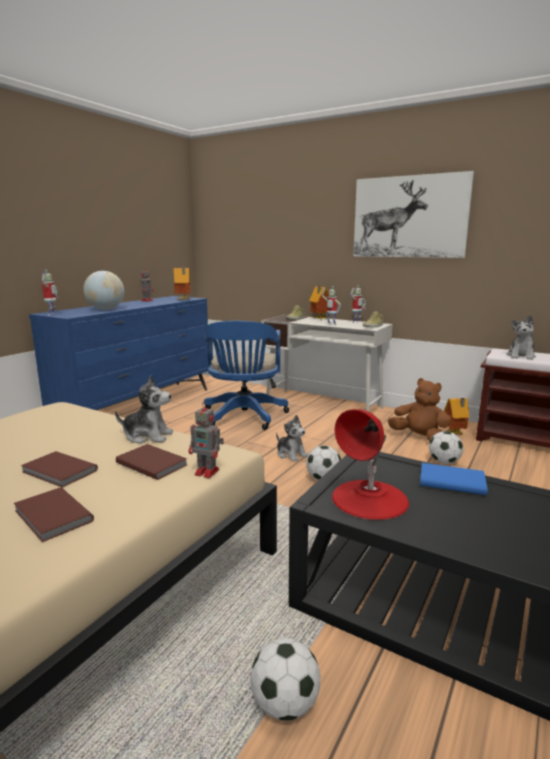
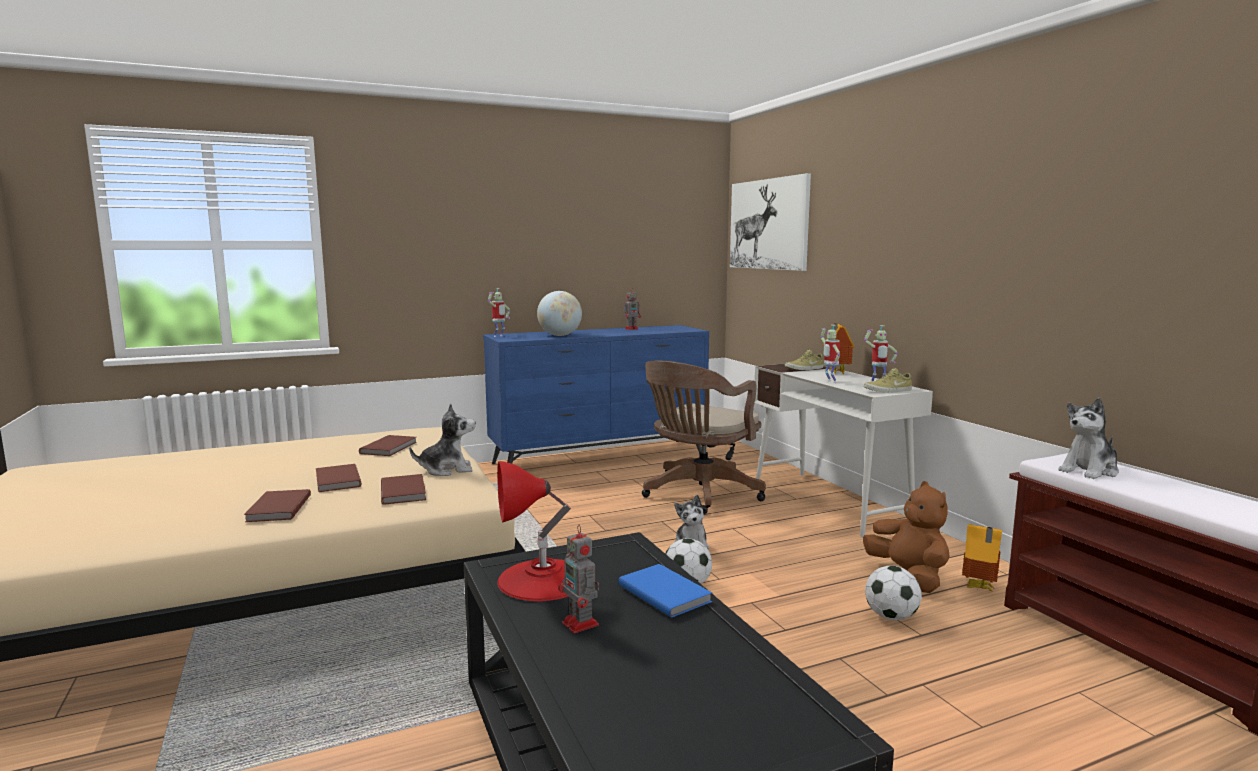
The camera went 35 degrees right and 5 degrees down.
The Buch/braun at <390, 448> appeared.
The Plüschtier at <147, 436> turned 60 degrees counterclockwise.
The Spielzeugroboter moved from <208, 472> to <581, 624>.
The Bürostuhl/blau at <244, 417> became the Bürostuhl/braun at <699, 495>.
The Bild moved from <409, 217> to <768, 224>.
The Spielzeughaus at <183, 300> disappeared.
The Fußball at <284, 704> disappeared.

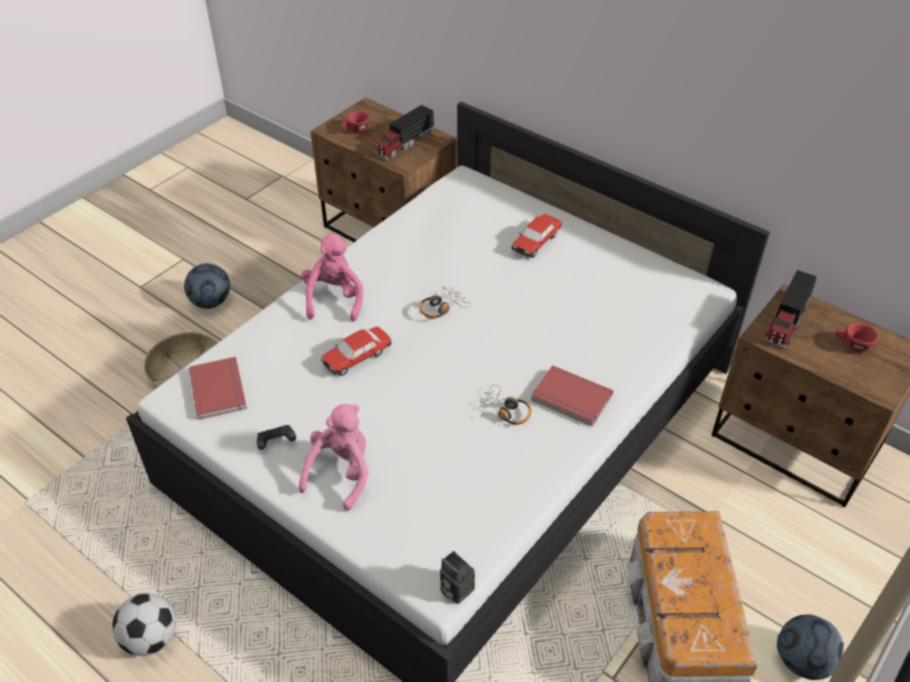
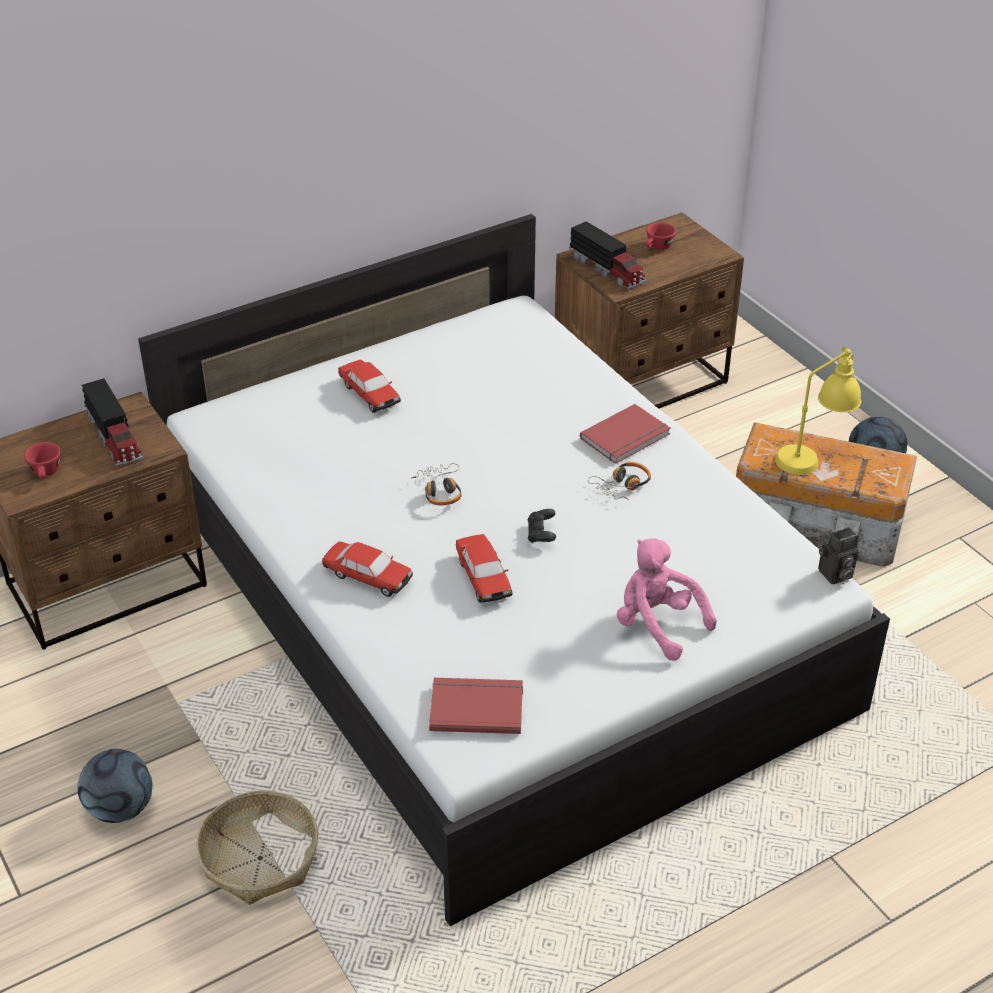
The camera went 70 degrees left and 5 degrees down.
The Plüschtier/rosa at <334, 299> was replaced by the Spielzeugauto at <367, 576>.
The Gamepad/schwarz moved from <276, 442> to <541, 534>.
The Tischlampe/gelb at <813, 456> appeared.
The Fußball at <151, 639> disappeared.

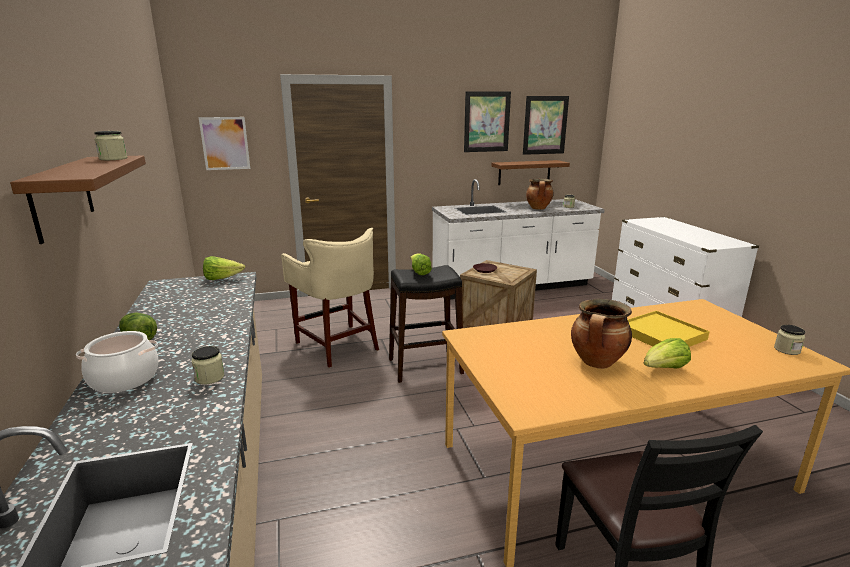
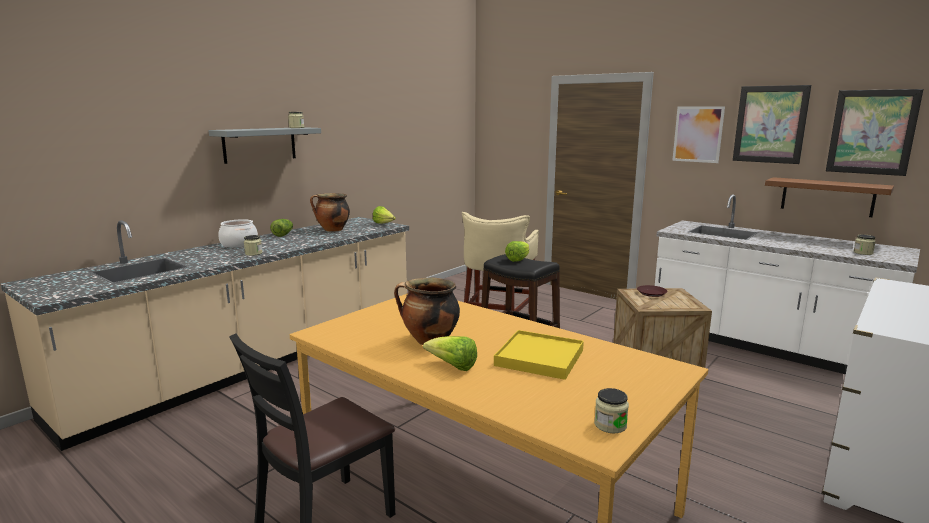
The camera went 55 degrees right and 5 degrees down.
The Wandregal/braun at <62, 196> became the Wandregal/grau at <260, 144>.
The Kochtopf moved from <538, 208> to <332, 230>.
The Bild moved from <225, 143> to <698, 134>.

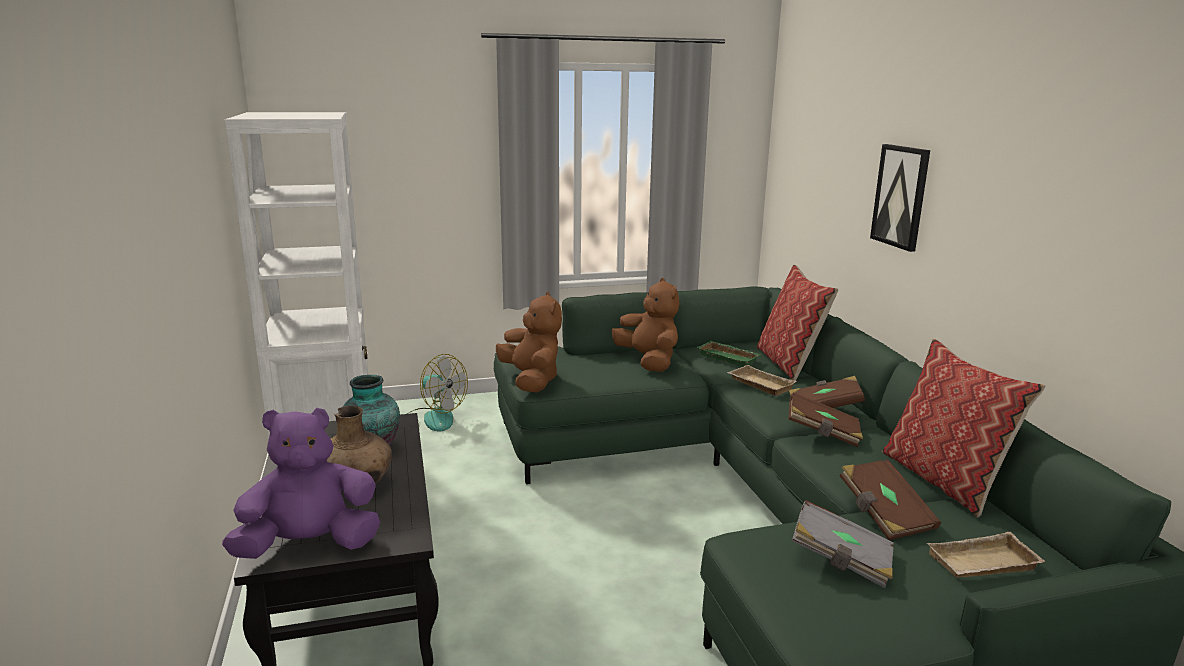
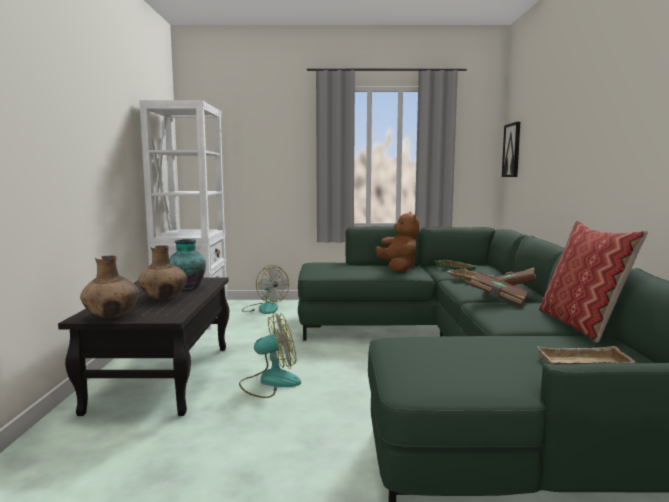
The camera went 15 degrees right and 10 degrees down.
The Plüschtier/lila at <310, 546> was replaced by the Vase/braun at <112, 316>.
The Ventilator at <270, 382> appeared.
The Bild moved from <901, 196> to <512, 150>.
The Plüschtier/braun at <531, 380> disappeared.
The Kissen at <789, 364> disappeared.
The Buch/grau at <841, 561> disappeared.
The Buch/braun at <884, 515> disappeared.

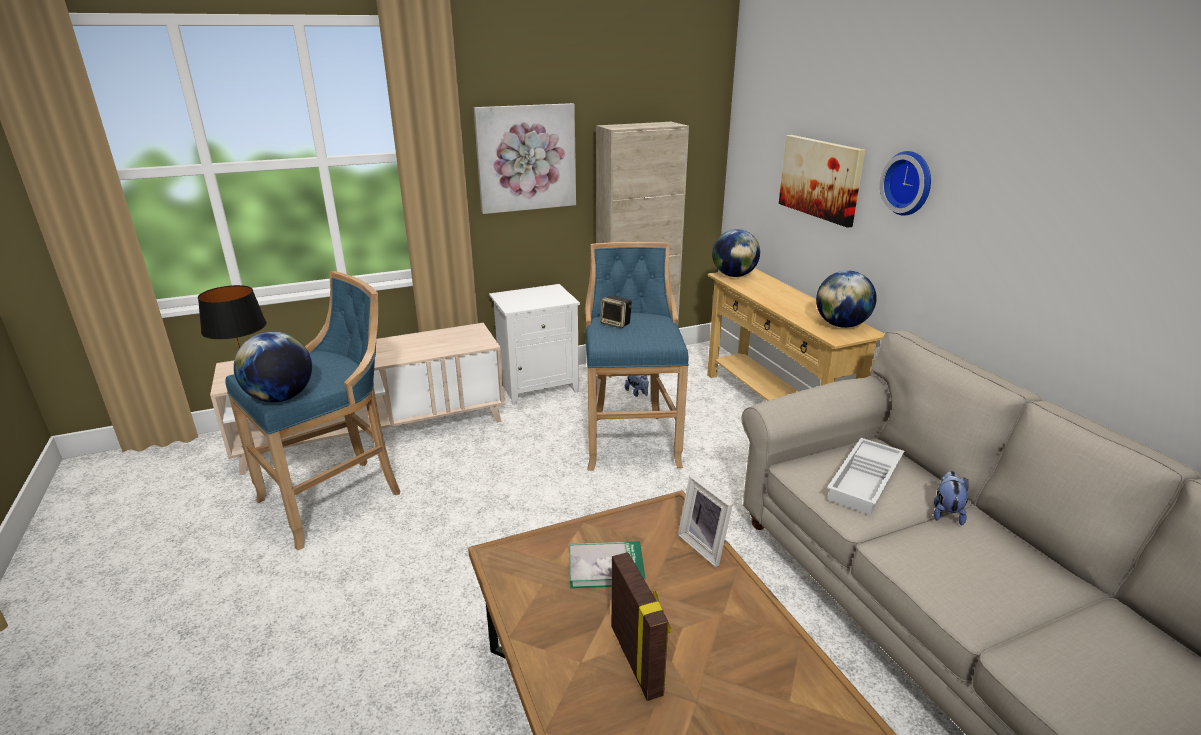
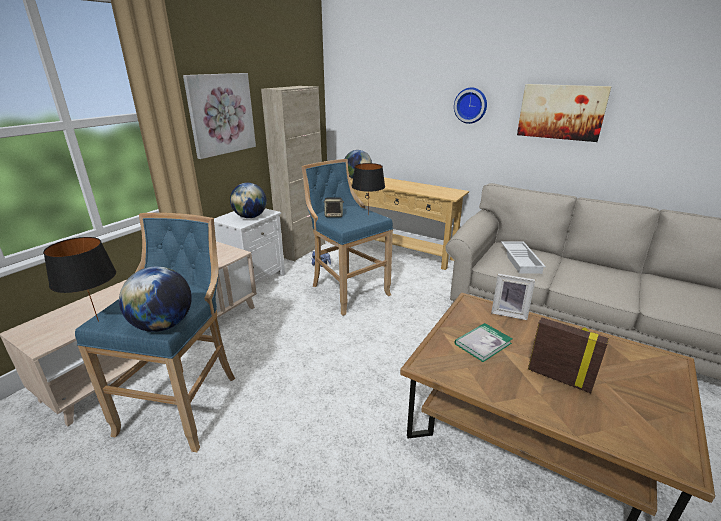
The camera went 35 degrees left and 0 degrees up.
The Globus moved from <841, 325> to <250, 217>.
The Tischlampe/schwarz at <367, 215> appeared.
The Bild moved from <820, 178> to <561, 112>.
The Plüschtier at <946, 512> disappeared.

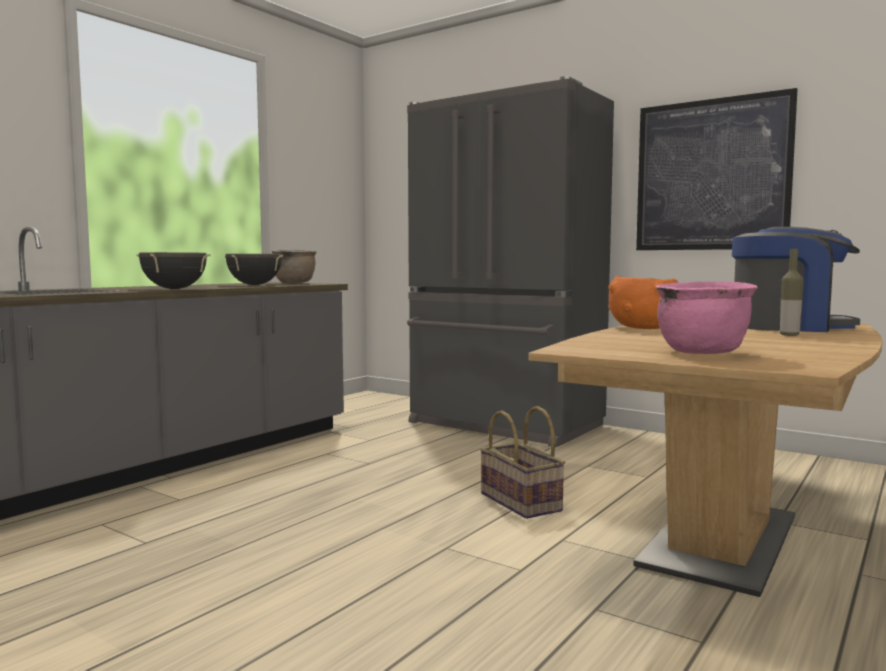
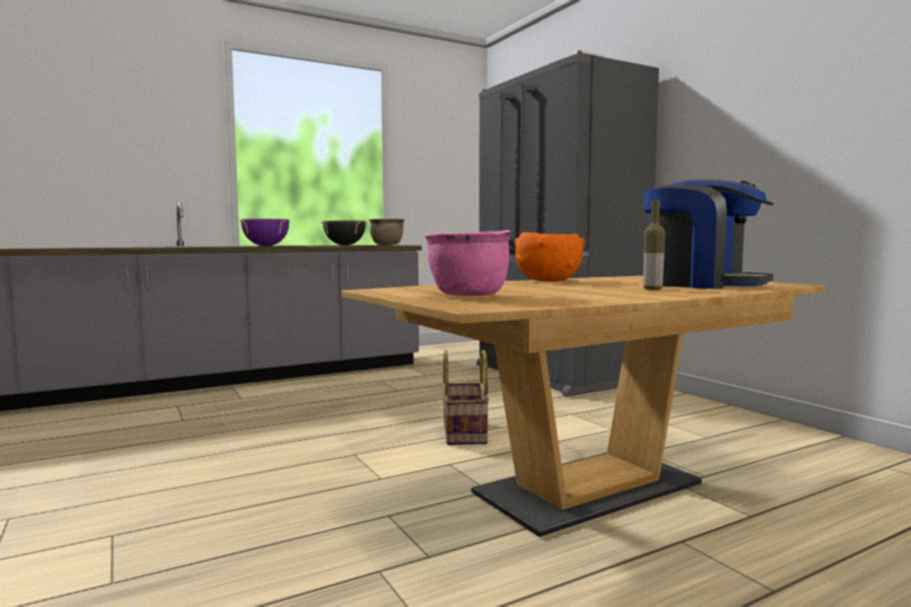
The camera went 25 degrees right and 0 degrees up.
The Kochtopf/schwarz at <174, 289> became the Kochtopf/lila at <266, 246>.
The Bild at <711, 175> disappeared.

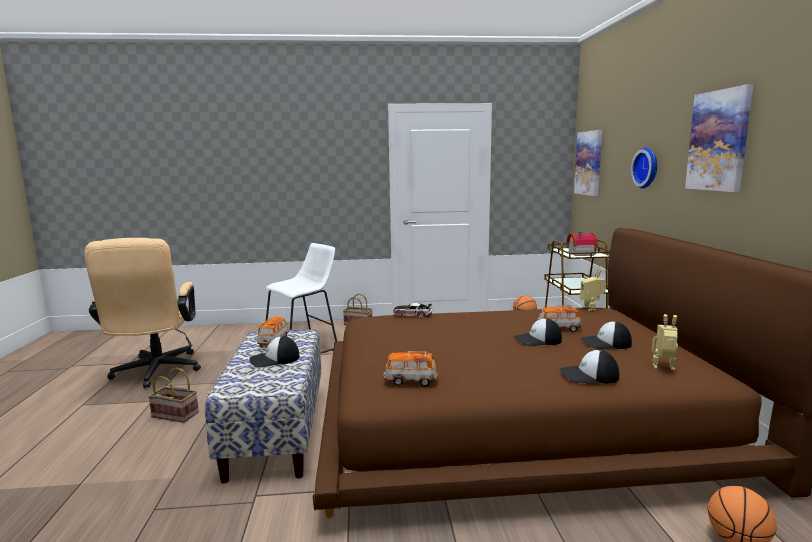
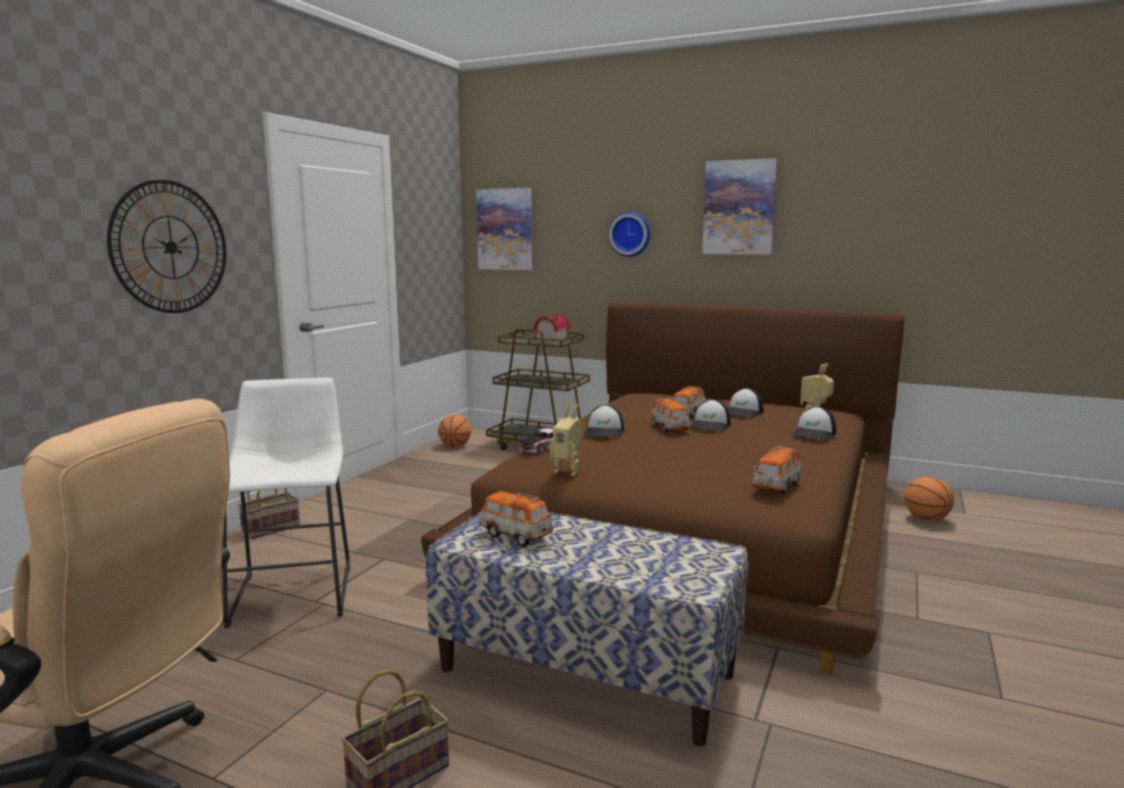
The camera went 60 degrees left and 0 degrees up.
The Wanduhr at <170, 247> appeared.
The Spielzeugroboter moved from <591, 308> to <568, 471>.
The Kappe moved from <274, 359> to <604, 432>.
The Spielzeugauto at <670, 428> appeared.

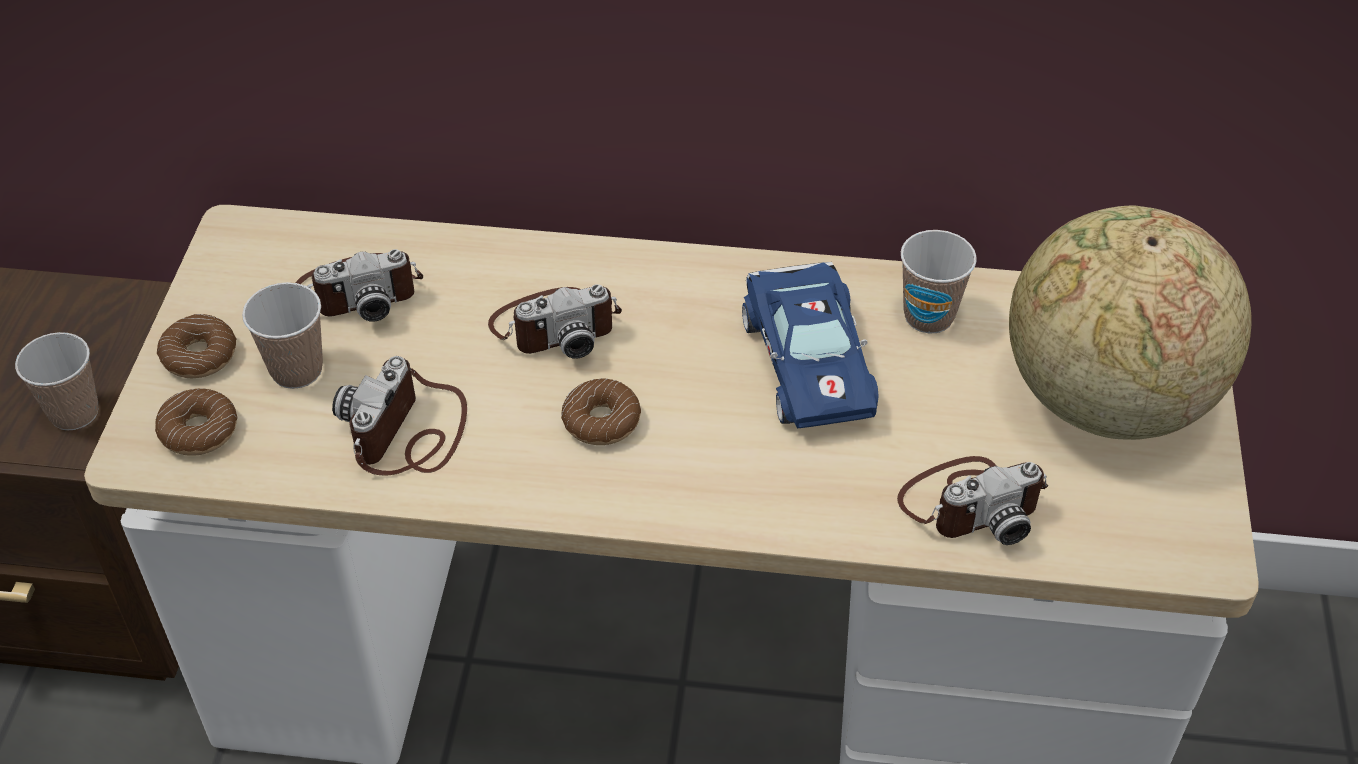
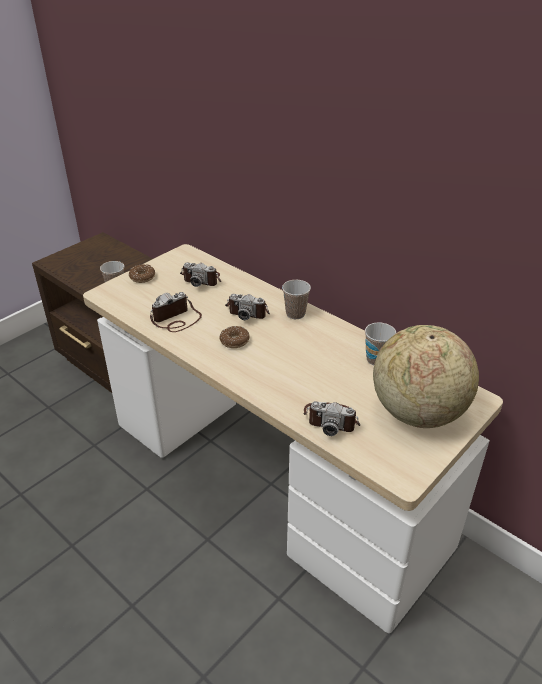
The camera went 35 degrees right and 10 degrees down.
The Tasse moved from <297, 370> to <295, 314>.
The Donut at <199, 431> disappeared.
The Spielzeugauto/blau at <808, 360> disappeared.

